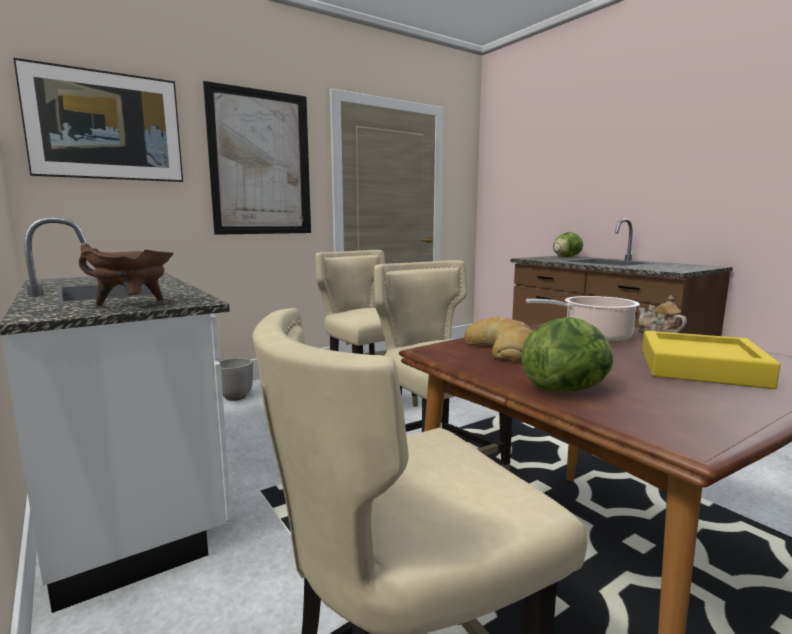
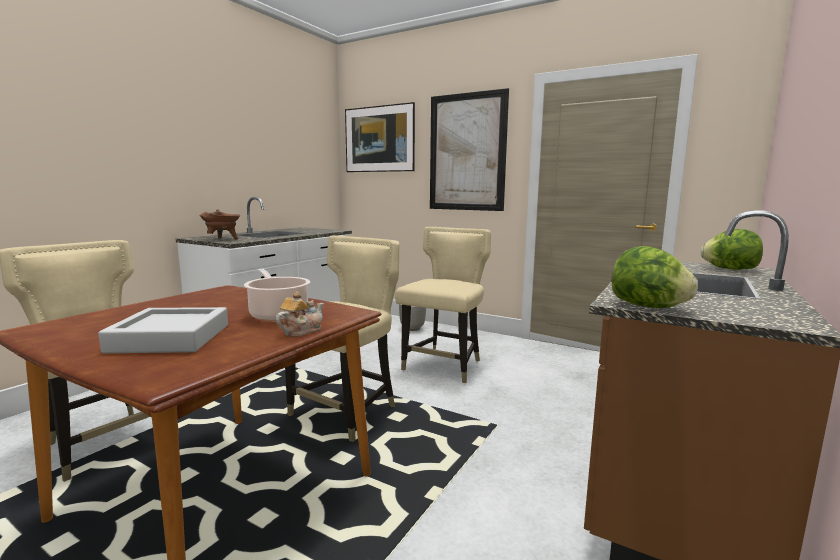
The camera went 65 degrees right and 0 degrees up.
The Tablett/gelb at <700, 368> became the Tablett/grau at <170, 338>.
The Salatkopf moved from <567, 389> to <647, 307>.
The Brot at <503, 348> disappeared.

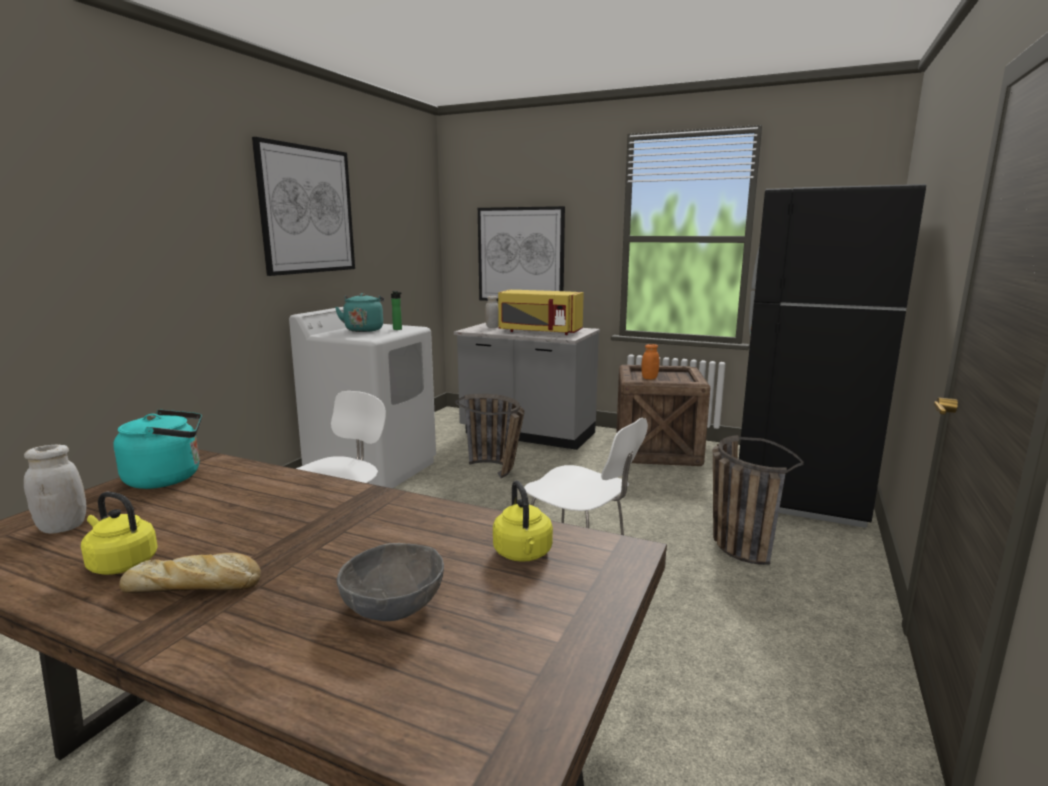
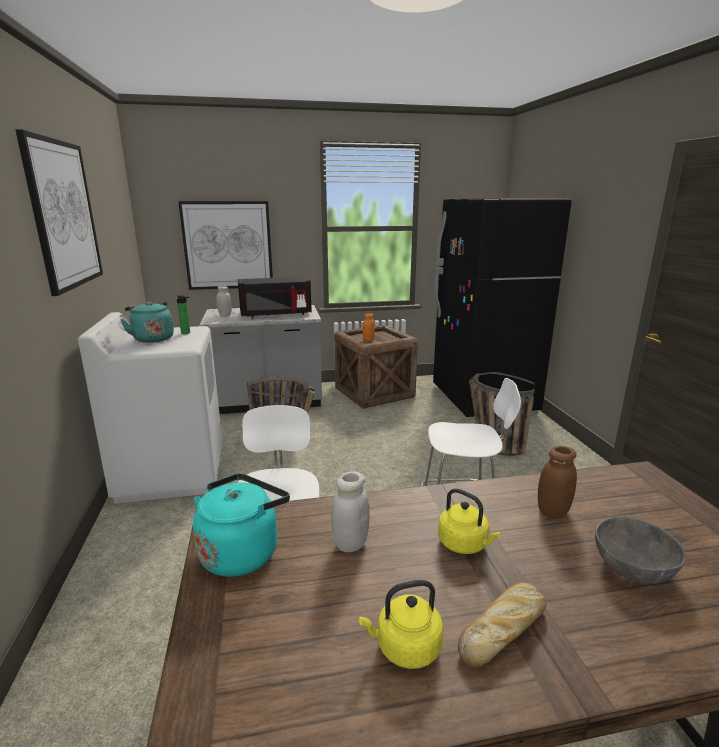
The camera went 35 degrees left and 5 degrees up.
The Mikrowelle/gelb at <539, 332> became the Mikrowelle/schwarz at <276, 314>.
The Vorratsglas/weiß moved from <63, 527> to <350, 543>.
The Wasserkessel/gelb moved from <523, 554> to <464, 544>.
The Vorratsglas/braun at <552, 511> appeared.

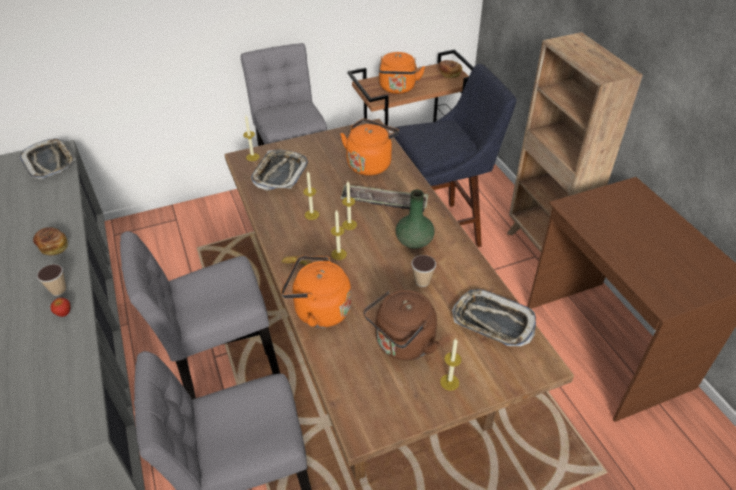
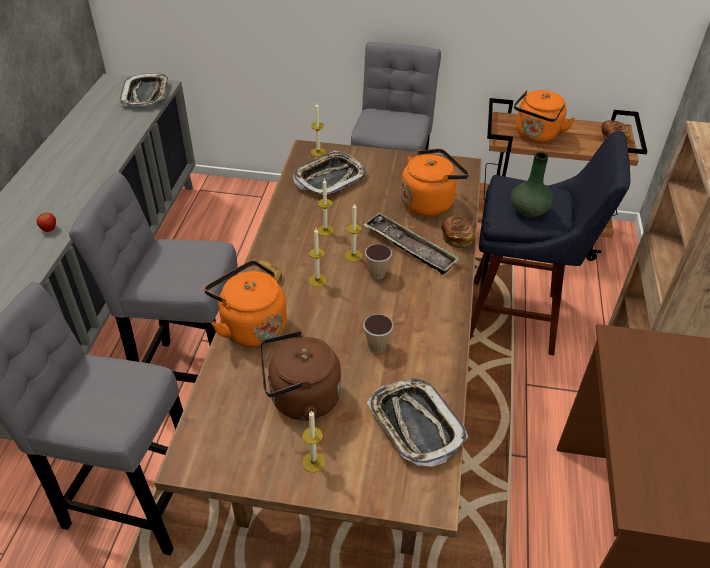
The camera went 30 degrees right and 0 degrees up.
The Tasse moved from <59, 290> to <377, 274>.
The Brot moved from <53, 246> to <456, 238>.
The Vase/grün moved from <414, 241> to <529, 211>.

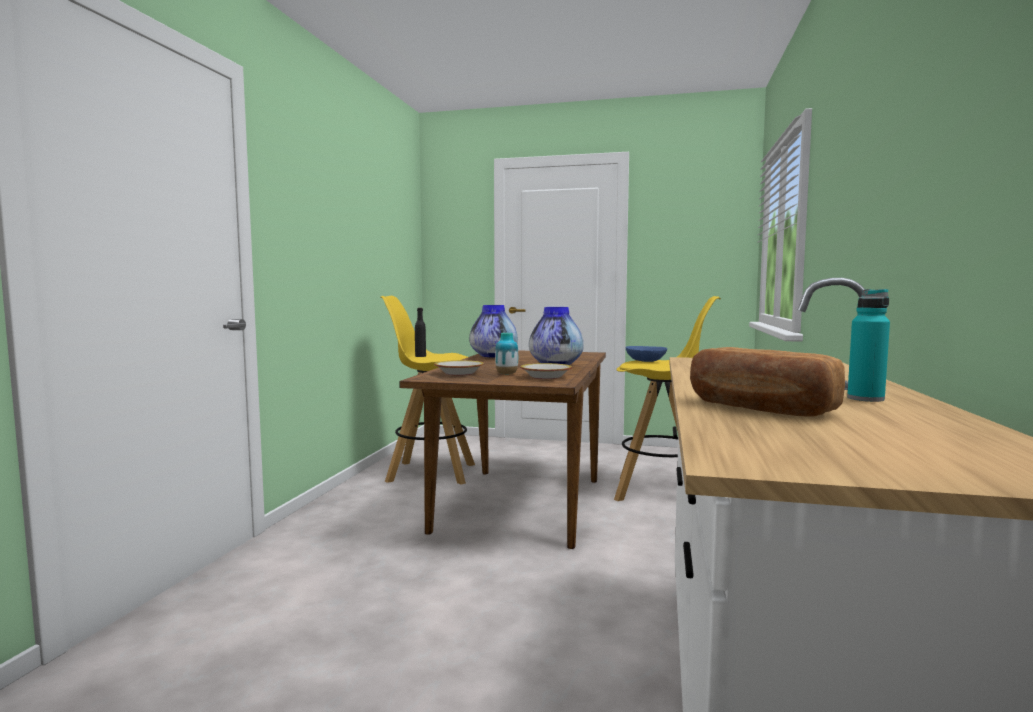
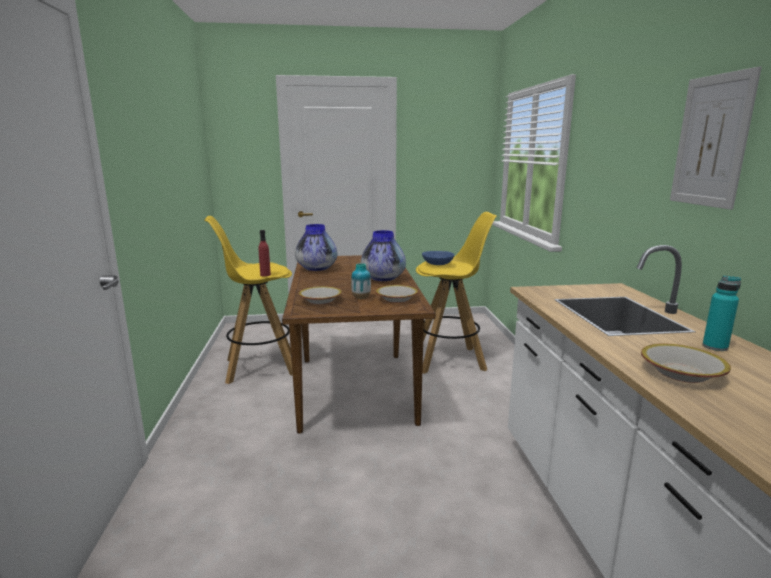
The camera went 20 degrees left and 10 degrees up.
The Flasche/rot at <265, 275> appeared.
The Brot at <759, 408> was replaced by the Schüssel at <681, 372>.
The Bild at <711, 141> appeared.
The Flasche/schwarz at <420, 356> disappeared.

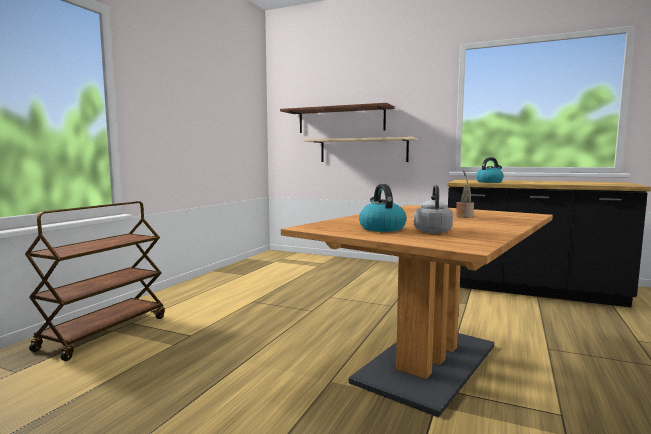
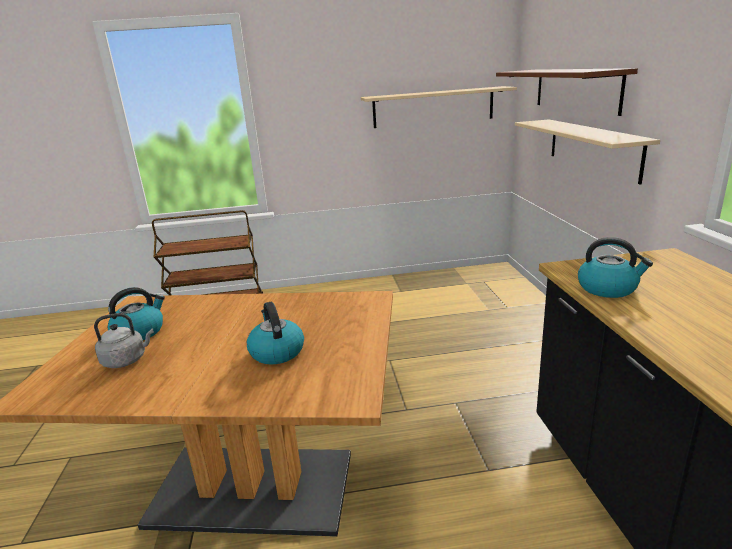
The camera went 60 degrees right and 15 degrees up.
The Topfpflanze at <464, 216> was replaced by the Wasserkessel at <276, 352>.
The Wandregal/beige at <433, 107> appeared.

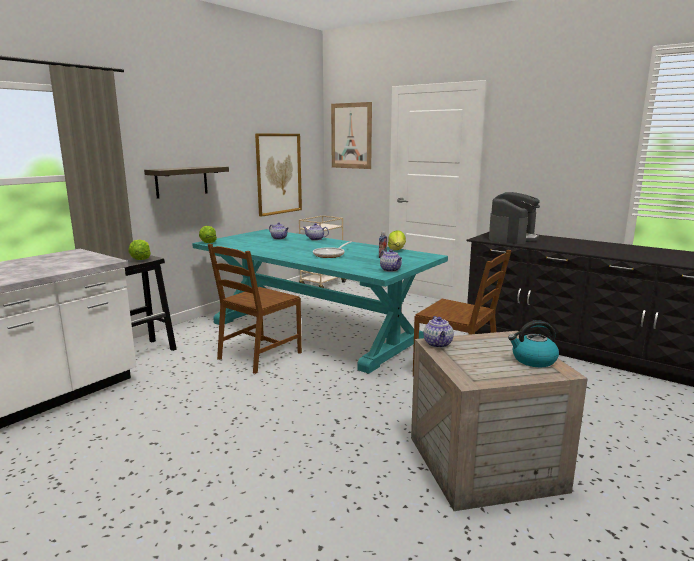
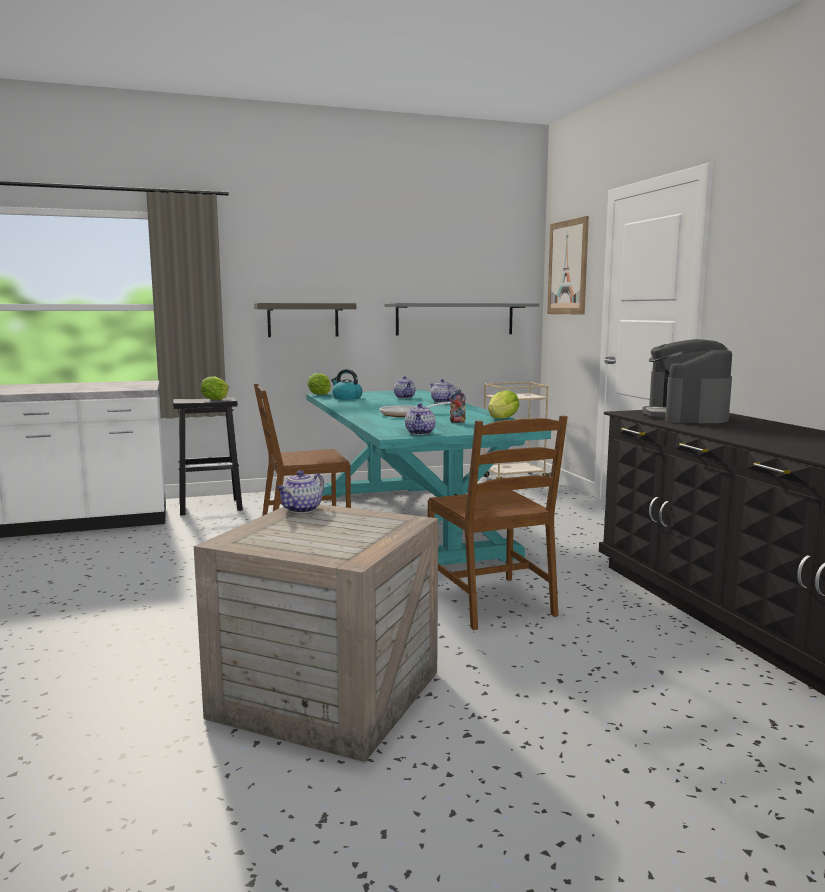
The camera went 35 degrees right and 5 degrees down.
The Wasserkessel moved from <533, 360> to <346, 398>.
The Bild at <278, 174> was replaced by the Wandregal/grau at <455, 319>.
The Kaffeemaschine at <512, 238> turned 120 degrees clockwise.

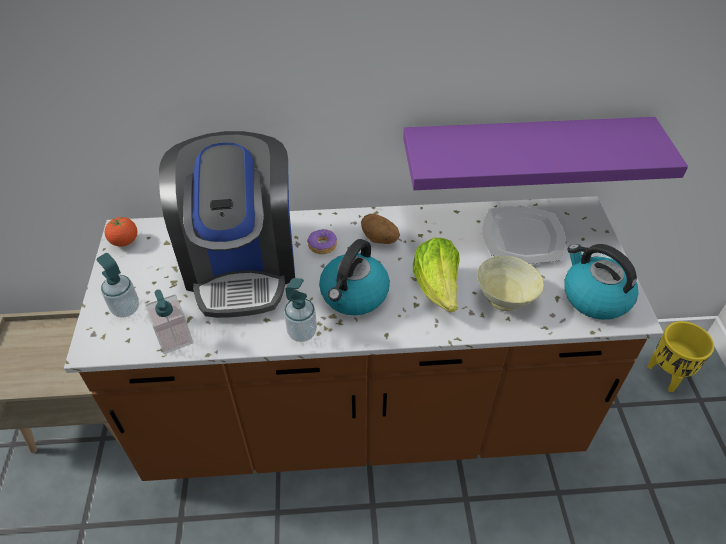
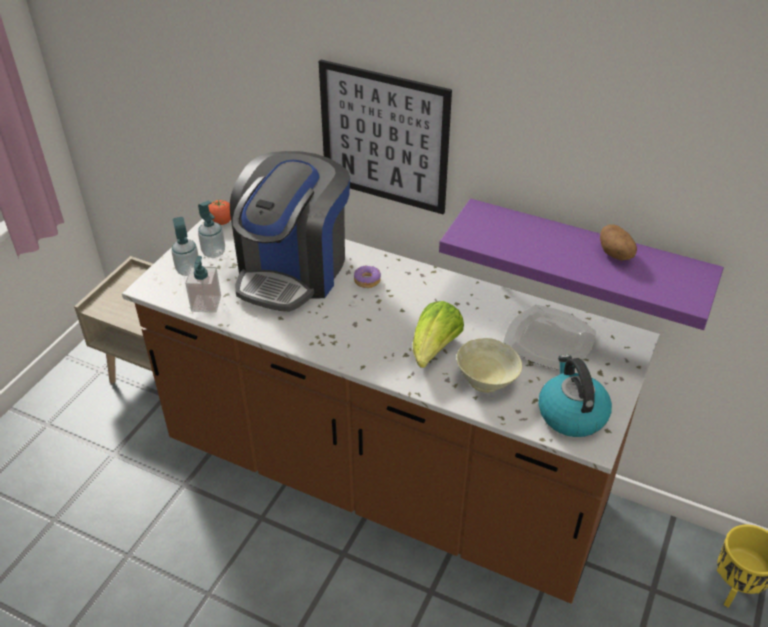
The camera went 30 degrees right and 5 degrees down.
The Seifenspender moved from <302, 332> to <214, 252>.
The Bild at <384, 138> appeared.
The Kartoffel moved from <380, 239> to <616, 254>.
The Wasserkessel at <354, 295> disappeared.

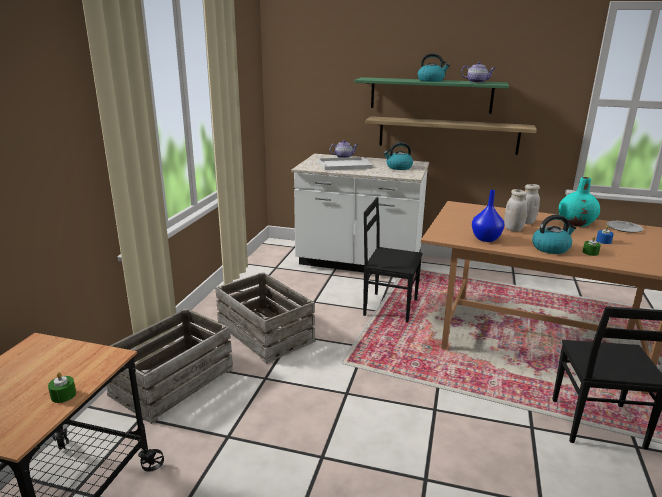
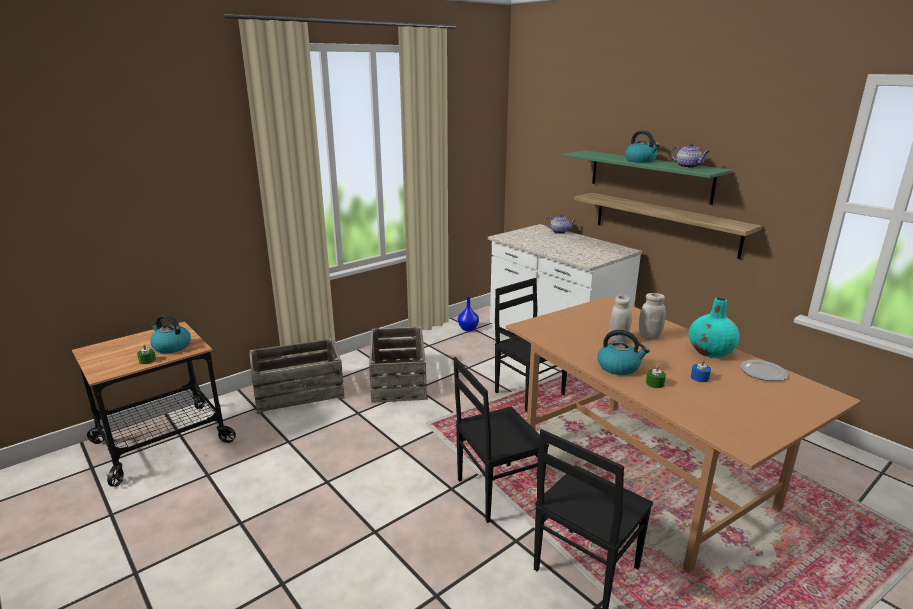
The camera went 35 degrees right and 0 degrees up.
The Wasserkessel moved from <398, 167> to <171, 347>.
The Stuhl/schwarz at <496, 491> appeared.
The Vase/blau moved from <486, 239> to <468, 329>.
The Tablett/weiß at <345, 165> disappeared.

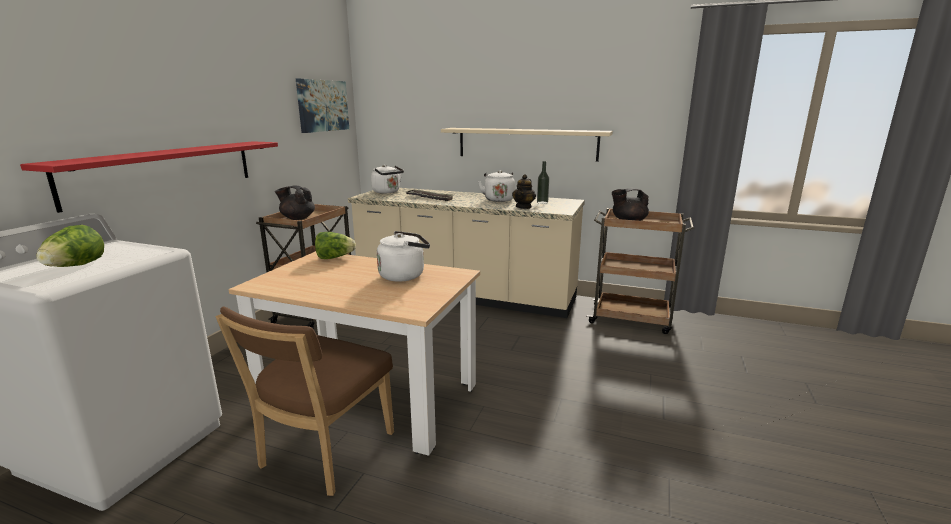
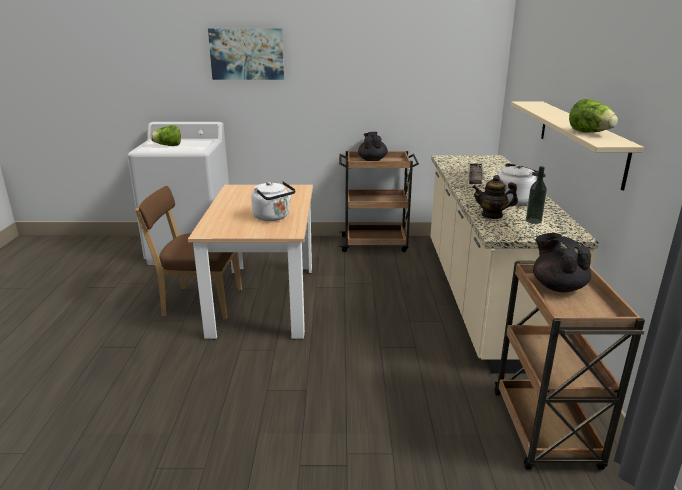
The camera went 70 degrees right and 5 degrees up.
The Bild moved from <322, 105> to <247, 54>.
The Salatkopf moved from <334, 258> to <590, 133>.
The Wandregal/rot at <165, 171> disappeared.
The Wasserkessel/weiß at <387, 192> disappeared.

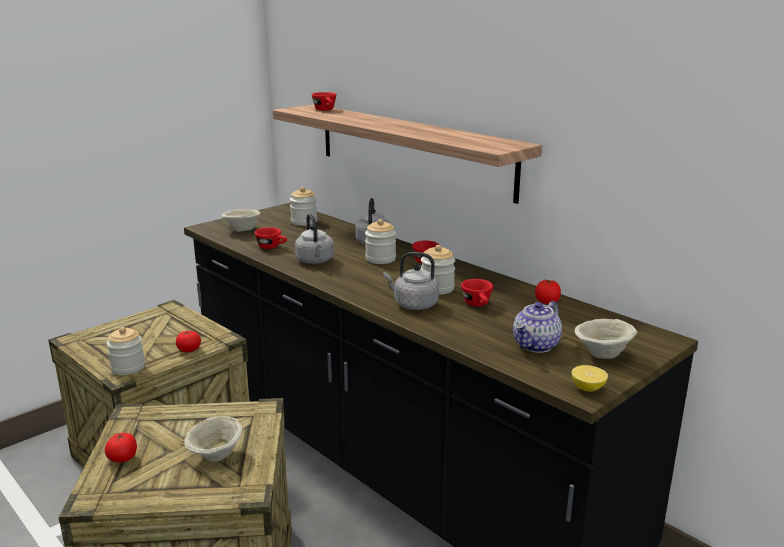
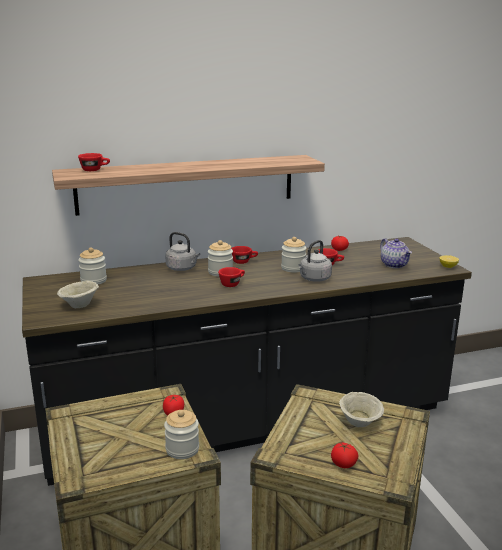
The camera went 65 degrees left and 0 degrees up.
The Tasse/rot moved from <272, 247> to <232, 284>.
The Wasserkessel/grau at <315, 261> disappeared.
The Schüssel/beige at <603, 355> disappeared.

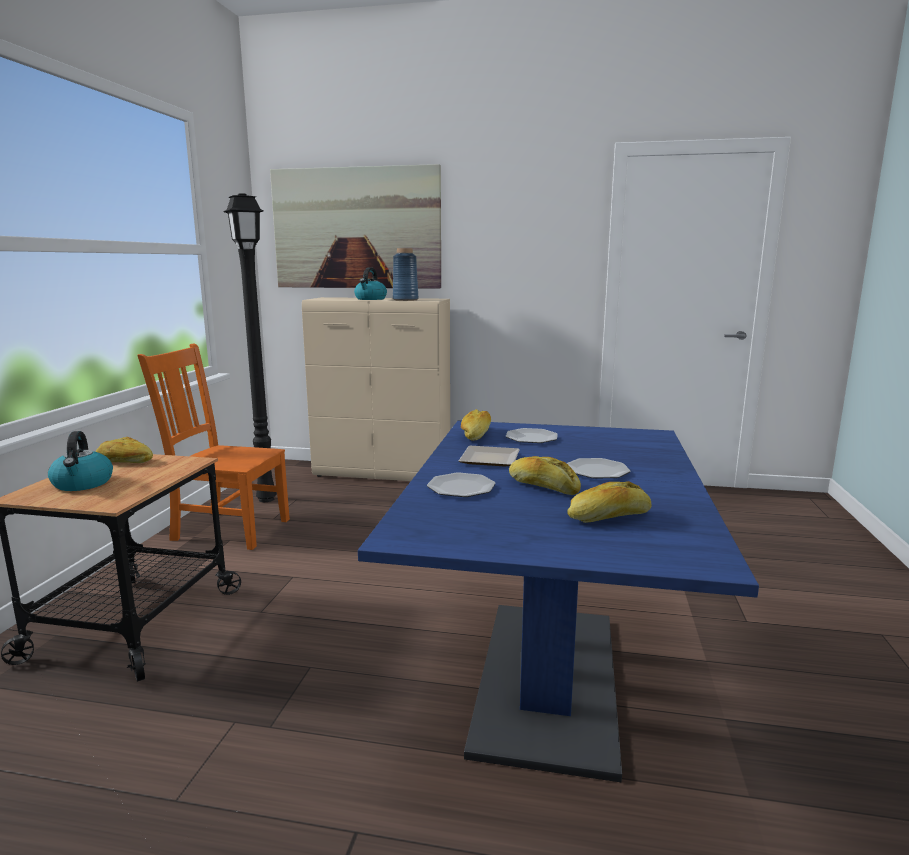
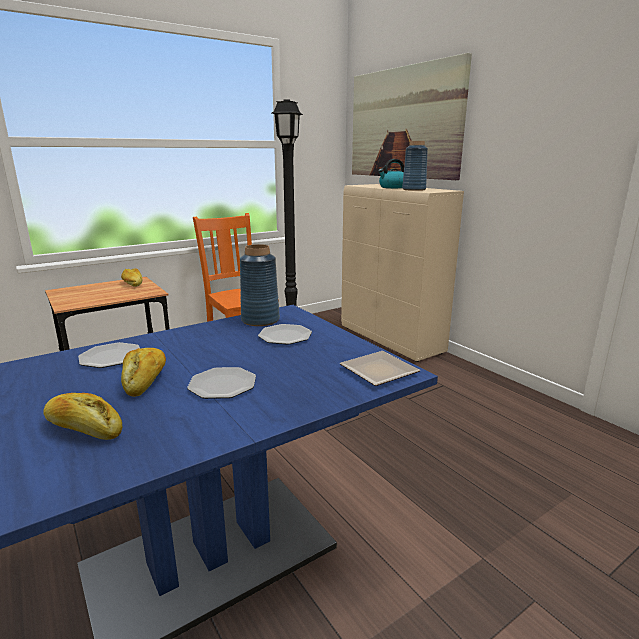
The camera went 45 degrees right and 5 degrees up.
The Brot at <476, 435> was replaced by the Vase/blau at <260, 320>.
The Teller moved from <487, 460> to <376, 371>.
The Wasserkessel at <83, 484> disappeared.

